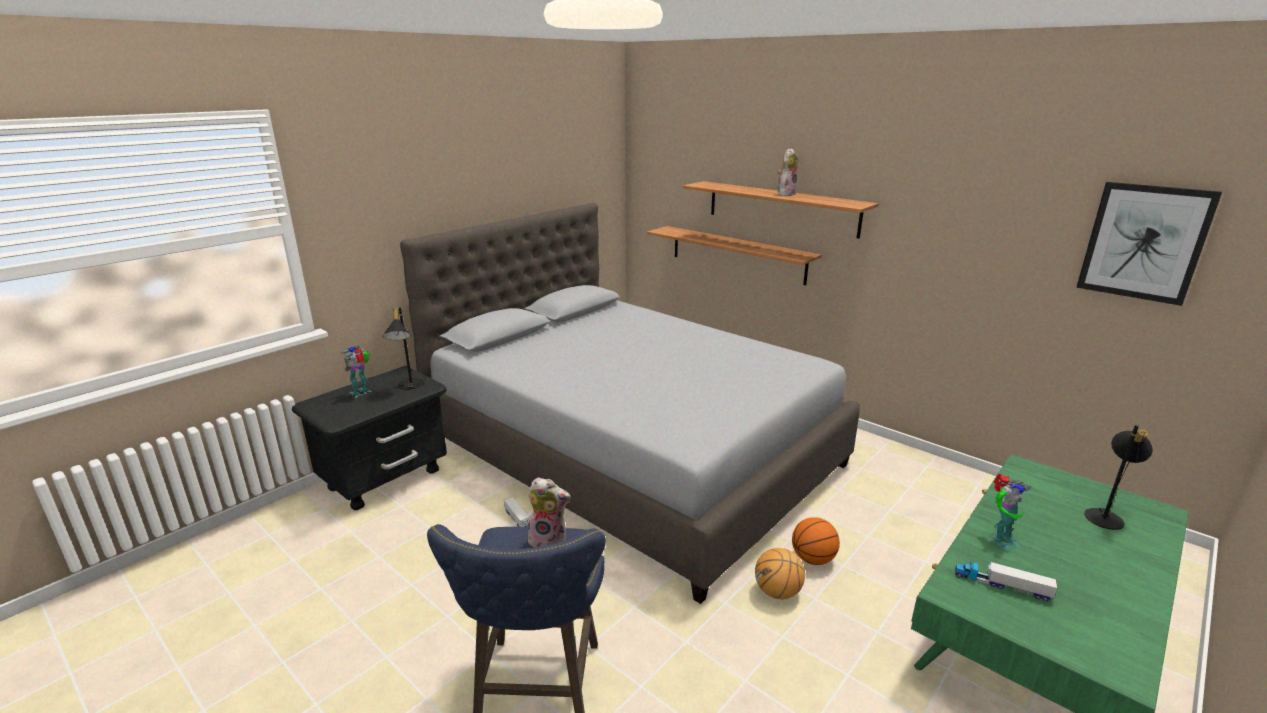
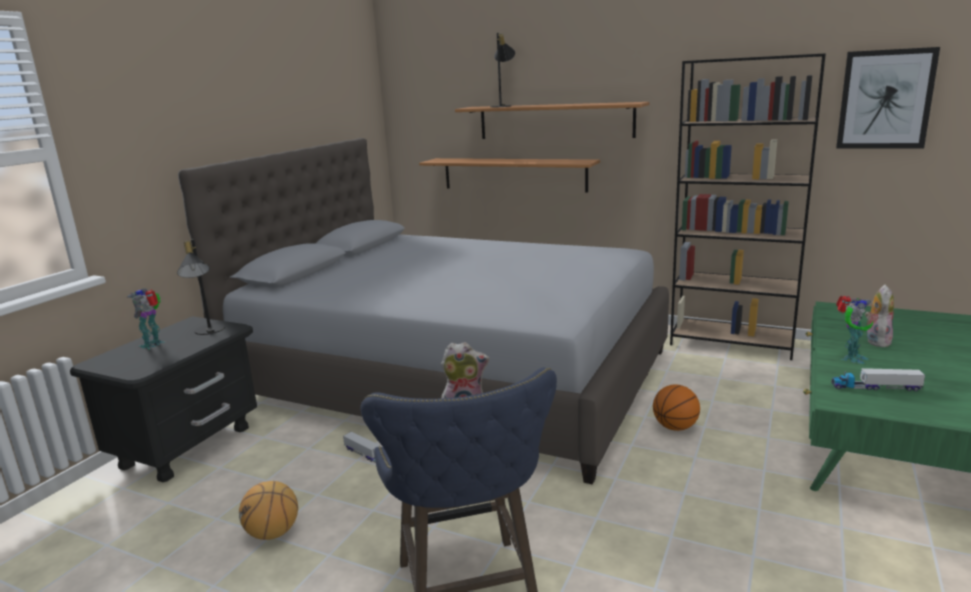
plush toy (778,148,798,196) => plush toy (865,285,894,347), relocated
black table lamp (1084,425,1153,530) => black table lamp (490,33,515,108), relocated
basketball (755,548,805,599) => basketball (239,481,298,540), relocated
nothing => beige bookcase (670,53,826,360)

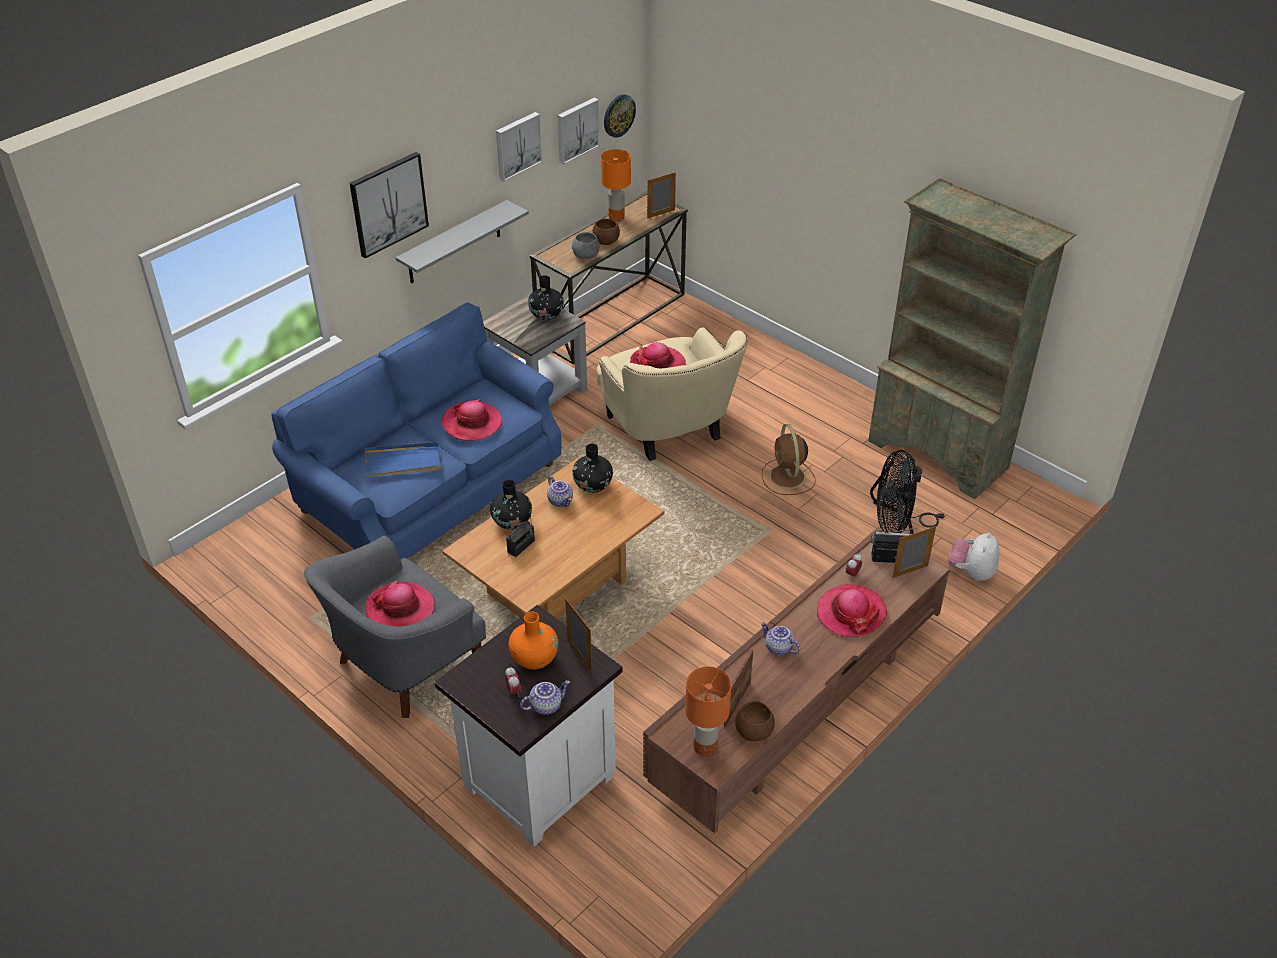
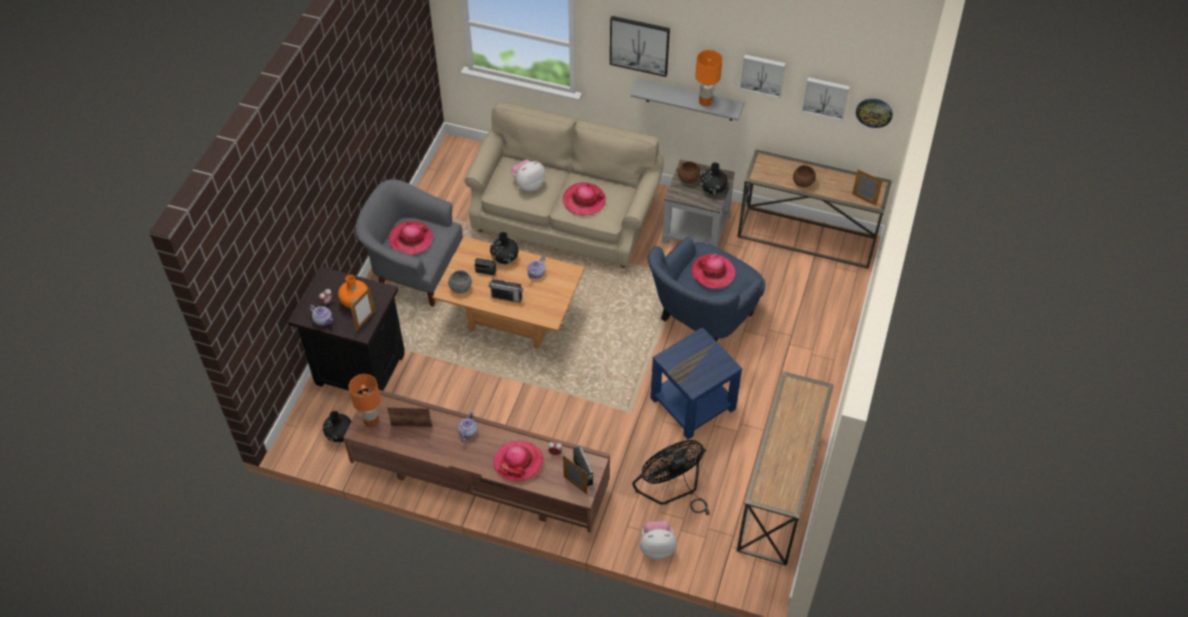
orange table lamp (601,149,631,221) => orange table lamp (695,50,723,107), relocated
green bookcase (868,178,1077,499) => console table (737,371,834,566)
grey bowl (572,232,600,259) => grey bowl (448,270,472,294), relocated
blue sofa (271,303,562,559) => beige sofa (464,102,664,268)
beige armchair (597,327,749,461) => blue armchair (648,237,765,342)
brown fan (762,424,816,495) => blue side table (650,327,742,440)
blue tray (364,442,442,477) => plush toy (511,159,545,191)
black vase (572,444,613,493) => black vase (323,411,352,442), relocated
white cabinet (434,605,623,847) => black cabinet (288,267,405,394)
brown bowl (735,701,775,742) => brown bowl (678,161,700,183), relocated
nothing => radio (488,277,523,303)

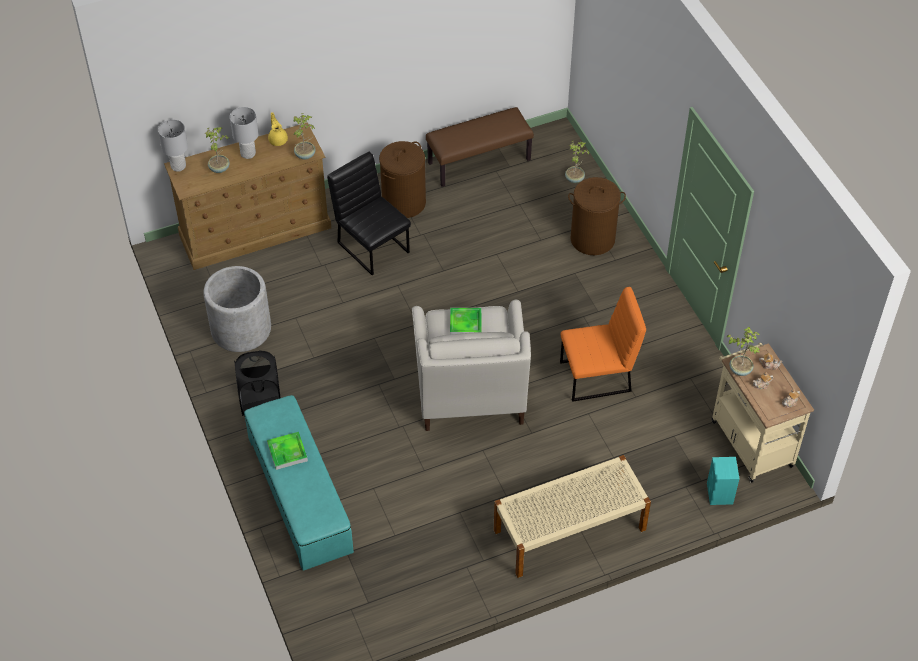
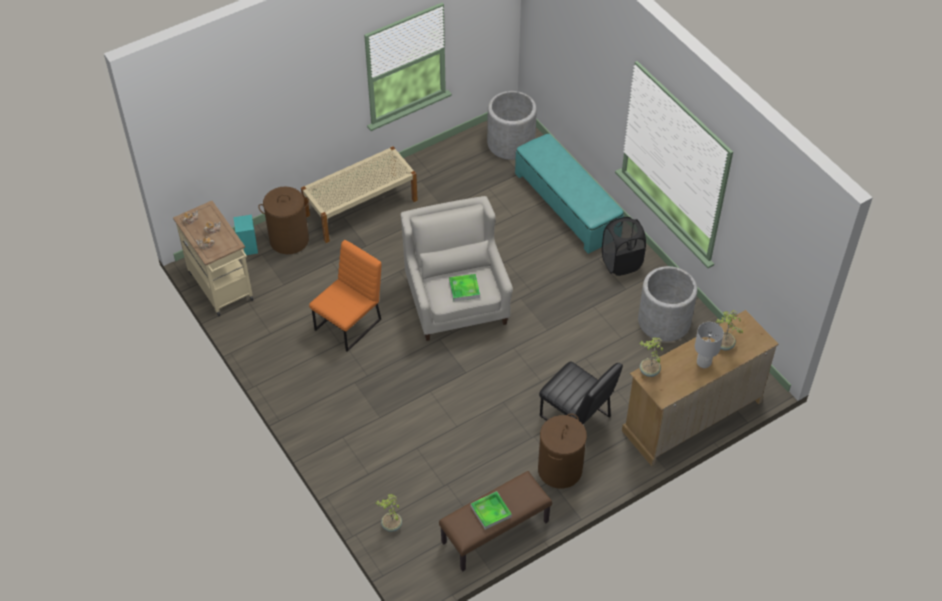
yellow teapot (268,112,288,146) => nothing
grey table lamp (158,119,188,172) => nothing
brown laundry basket (568,177,626,255) => brown laundry basket (258,187,309,254), relocated
orange chair (560,287,646,402) => orange chair (309,240,381,352), 150 degrees clockwise
potted plant (727,326,760,376) => nothing
tray (267,432,308,470) => tray (471,491,512,530), relocated
nothing => grey planter (487,91,537,160)

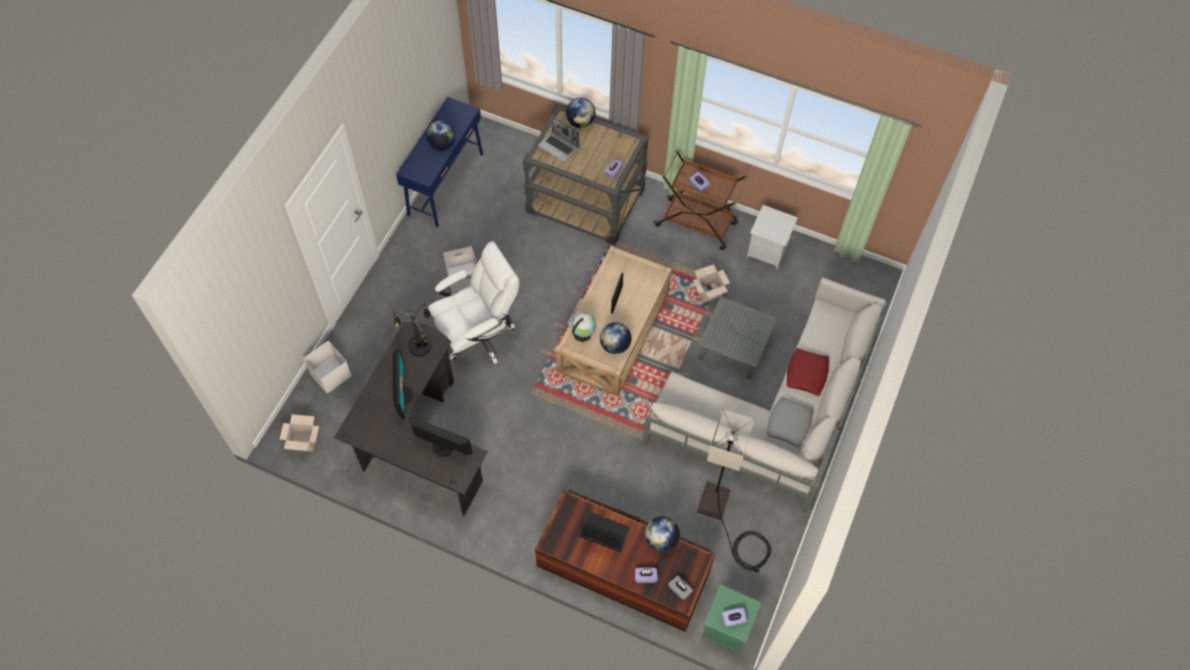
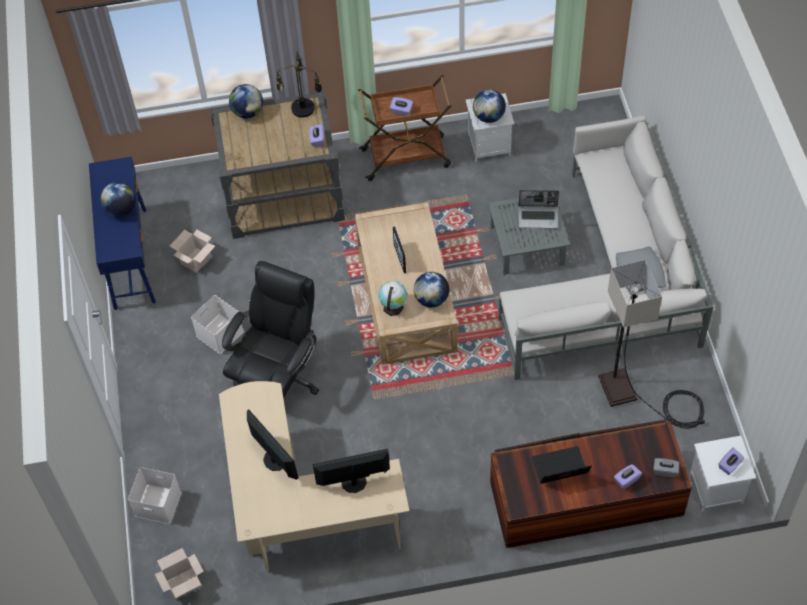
laptop (538,116,579,162) => laptop (518,190,559,228), relocated
white office chair (428,241,519,364) => black office chair (222,261,319,398)
cardboard box (693,264,730,303) => cardboard box (170,230,215,273), relocated
table lamp (393,303,431,356) => table lamp (276,52,322,117), relocated
black desk (334,322,488,516) => beige desk (219,381,409,573)
red pillow (787,348,829,396) => nothing
globe (645,516,680,552) => globe (473,90,506,123), relocated
green nightstand (702,584,761,654) => white nightstand (690,436,756,512)

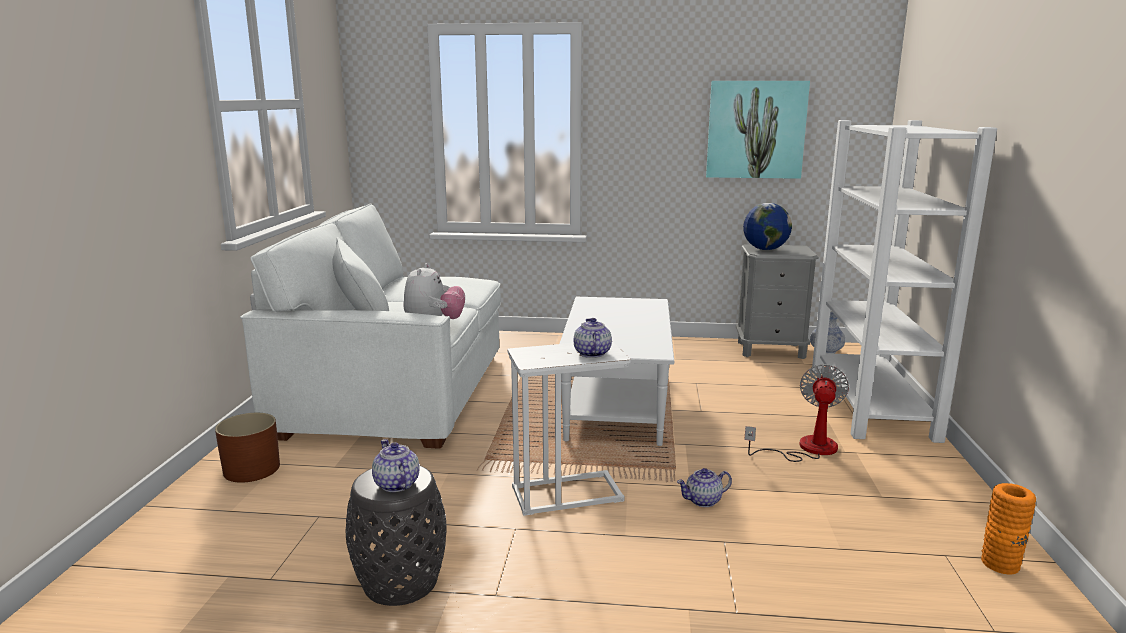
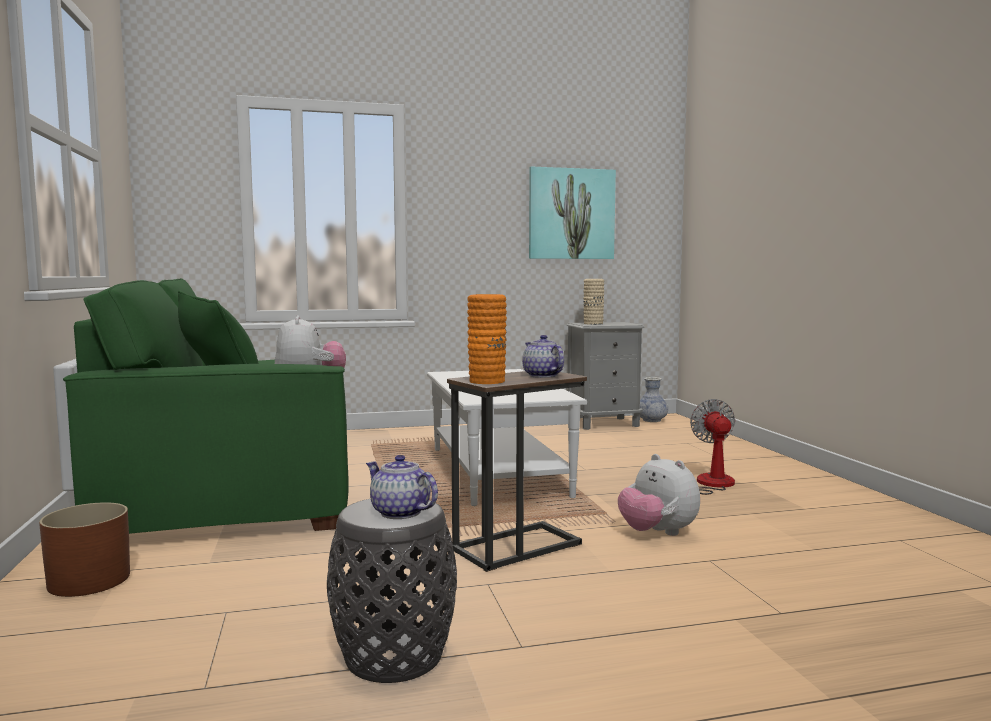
white bookcase (812,120,997,443) => nothing
globe (743,203,792,250) => beige vase (583,279,604,325)
white sofa (240,204,501,449) => green sofa (63,278,349,534)
white side table (507,341,631,516) => brown side table (447,371,587,572)
teapot (677,468,732,507) => plush toy (618,454,700,536)
orange vase (981,483,1036,575) => orange vase (467,294,507,384), relocated

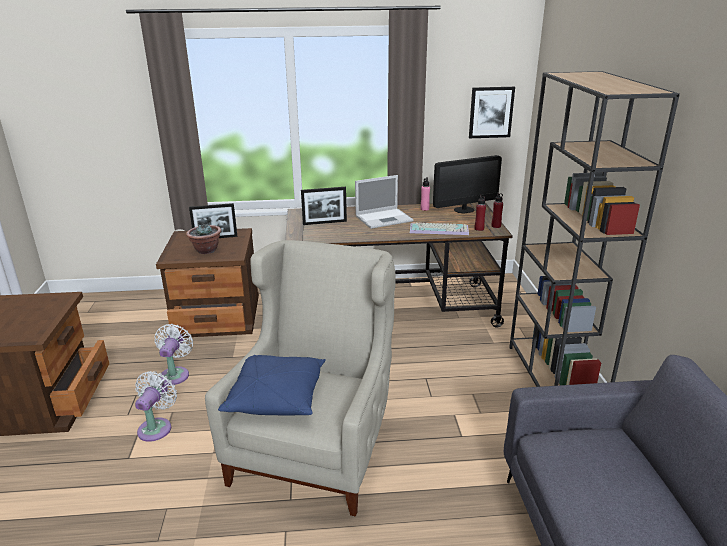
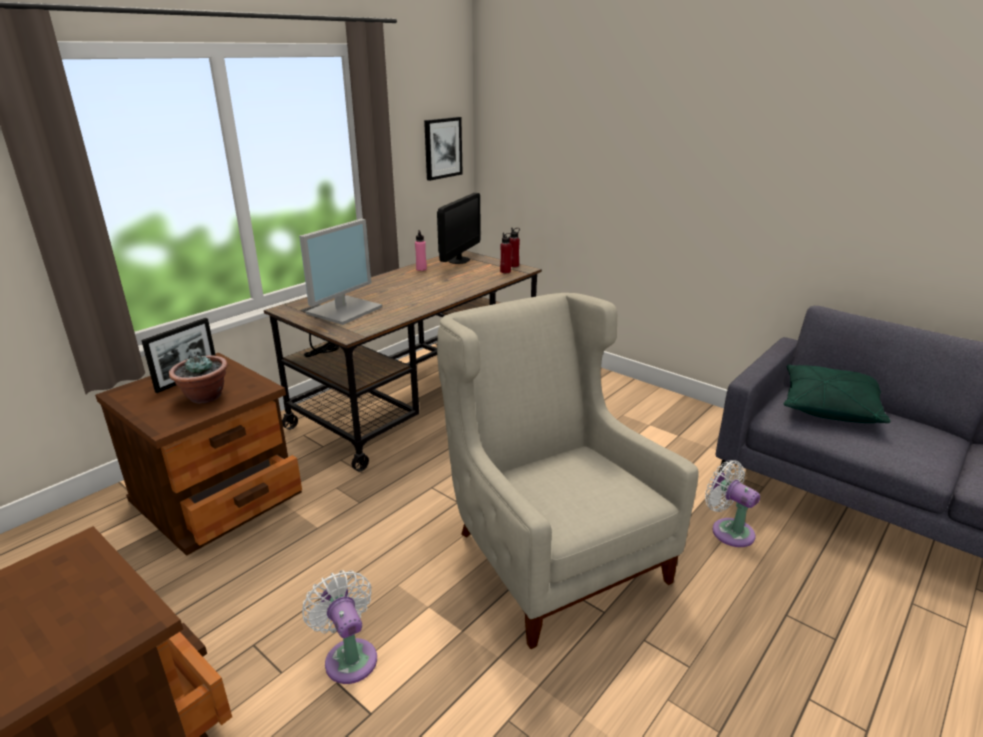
bookcase (509,71,680,387) => nothing
laptop (355,175,414,229) => nothing
picture frame (301,187,347,225) => monitor (299,219,382,325)
keyboard (410,223,469,235) => nothing
white fan (154,324,193,385) => white fan (705,460,760,547), relocated
blue pillow (218,355,326,416) => nothing
nothing => green pillow (784,365,891,423)

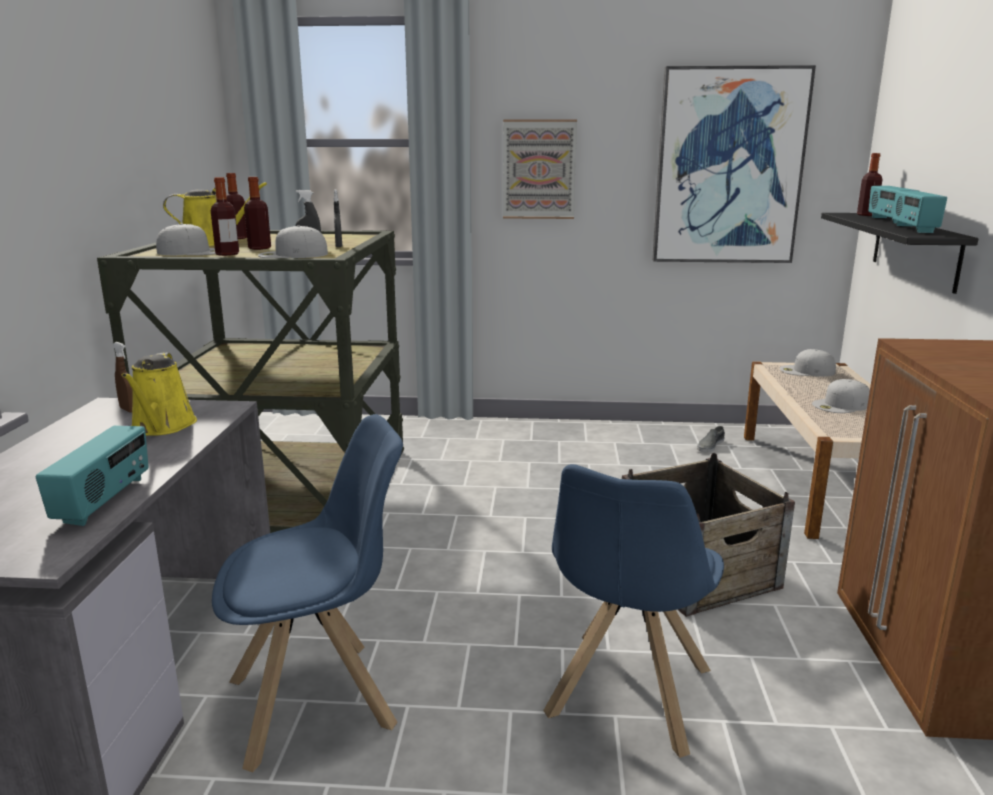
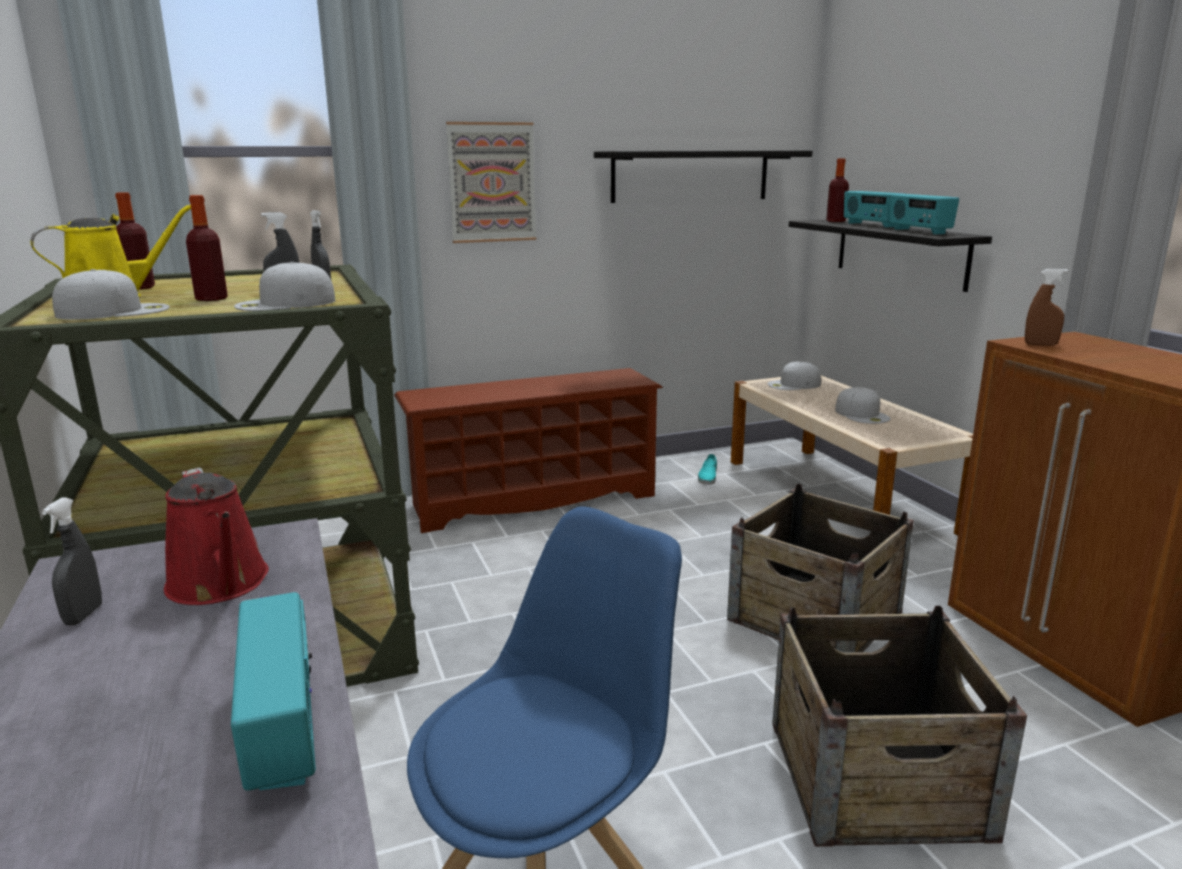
picture (652,65,816,263) => black shelf (594,151,812,203)
bottle (211,177,239,256) => nothing
brown spray bottle (113,342,132,413) => brown spray bottle (1025,269,1068,346), relocated
yellow watering can (122,352,197,436) => red watering can (164,467,269,605)
white cap (812,379,870,413) => white cap (835,387,891,424), 60 degrees counterclockwise
grey shoe (697,426,725,452) => turquoise shoe (698,454,717,485)
blue chair (543,464,724,758) => crate (772,606,1027,847)
nothing => brown shoe rack (394,368,663,533)
nothing => grey spray bottle (41,497,102,625)

